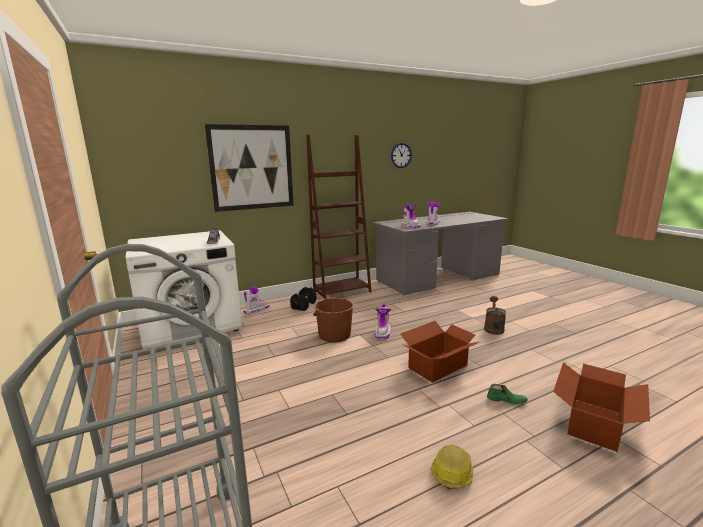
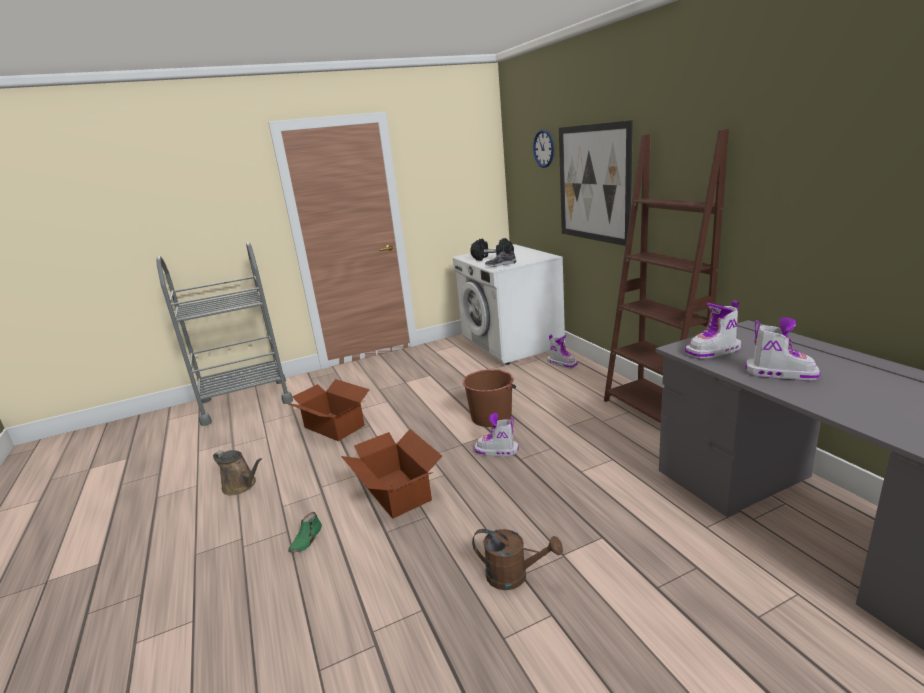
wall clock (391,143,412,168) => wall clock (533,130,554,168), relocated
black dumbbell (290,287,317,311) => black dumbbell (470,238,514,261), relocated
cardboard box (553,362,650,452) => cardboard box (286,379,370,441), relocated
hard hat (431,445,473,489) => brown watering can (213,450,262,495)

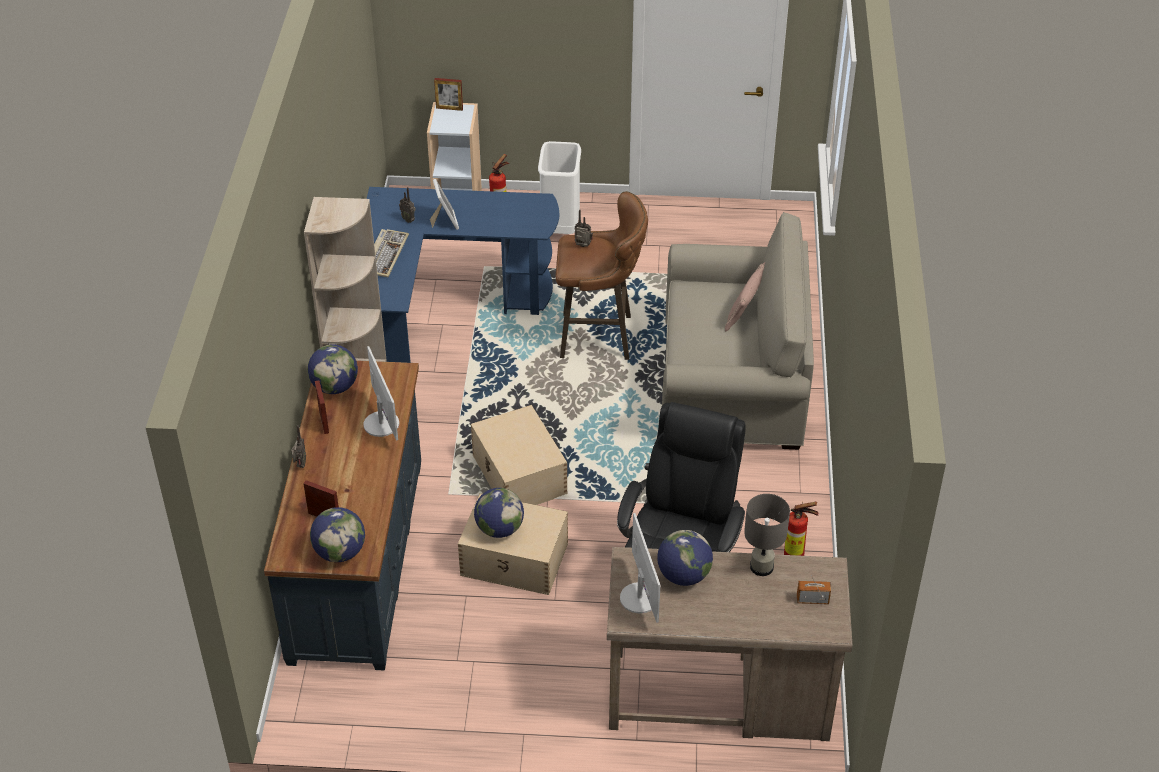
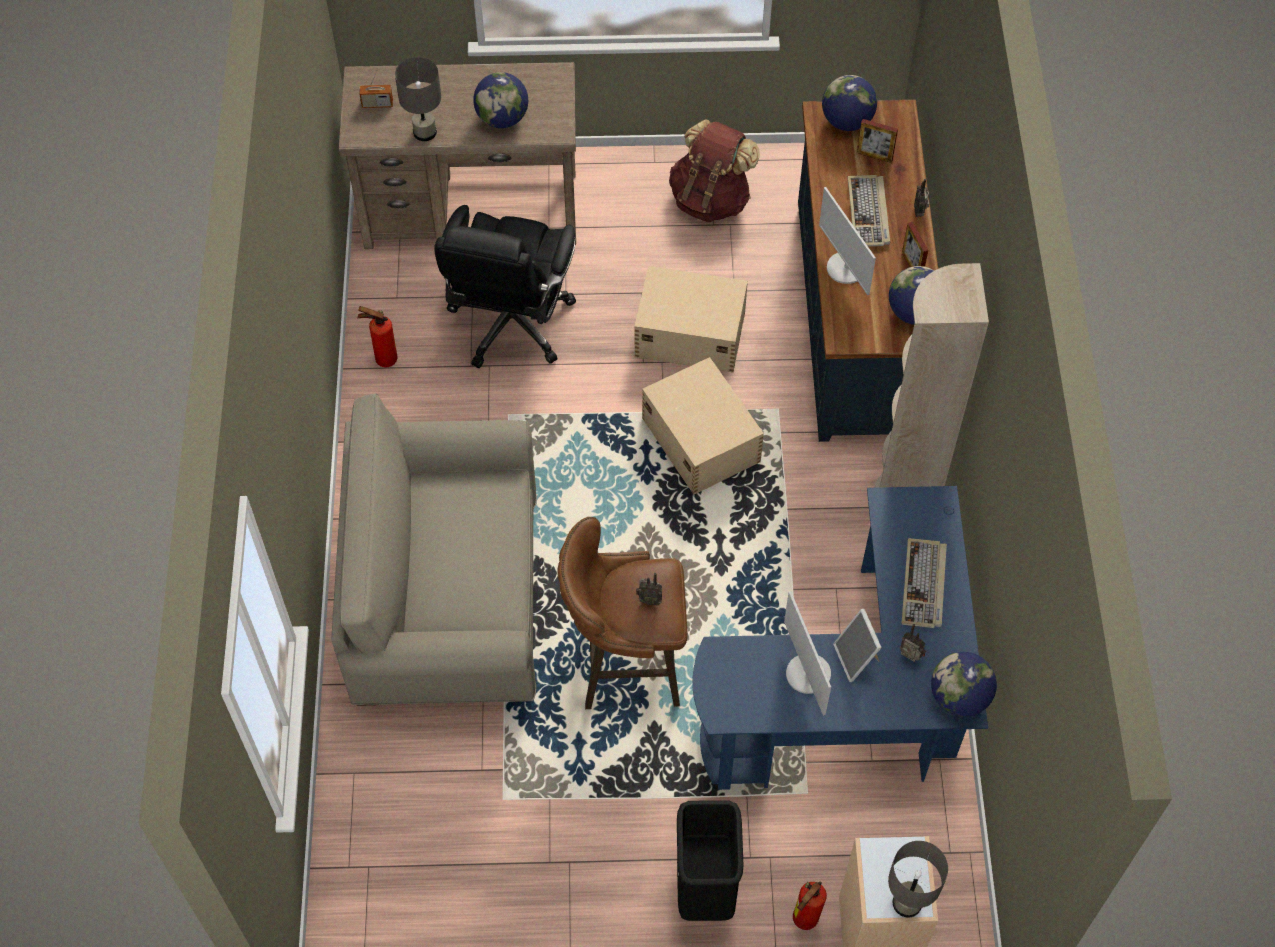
picture frame (434,78,463,111) => grey table lamp (888,841,948,917)
white trash can (538,141,581,234) => black trash can (677,800,743,921)
beige pillow (724,262,765,332) => nothing
globe (474,488,524,538) => globe (931,652,997,717), relocated
monitor (620,513,661,623) => monitor (784,591,831,716), relocated
nothing => brown backpack (669,119,760,222)
nothing => keyboard (847,175,890,247)

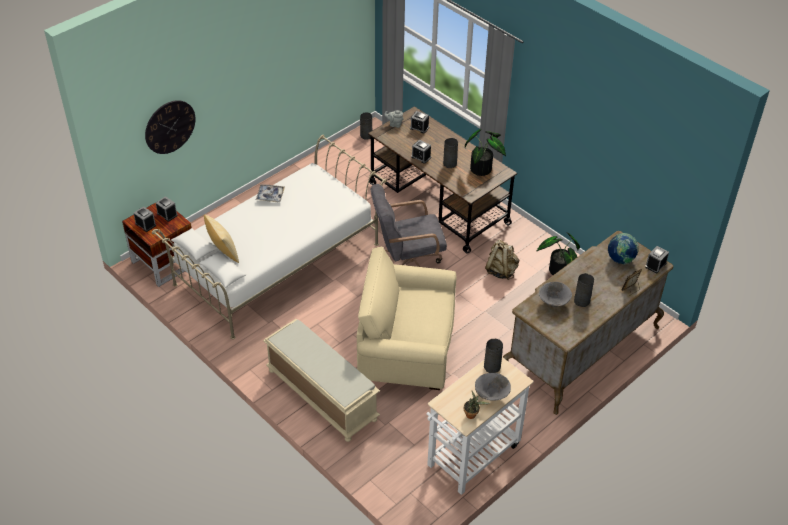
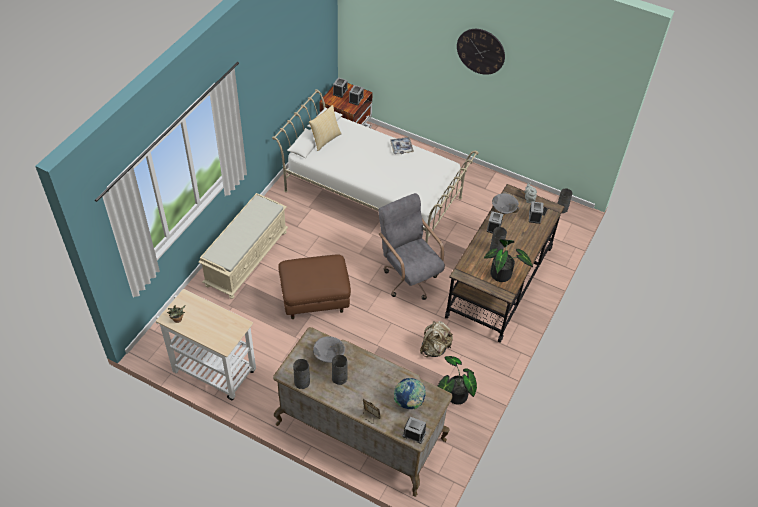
wall clock (145,100,196,154) => wall clock (457,29,505,75), relocated
beige armchair (357,247,457,390) => brown ottoman (278,254,351,319)
grey vase (484,339,503,373) => grey vase (293,359,310,389), relocated
grey bowl (475,373,511,401) => grey bowl (492,193,519,214), relocated

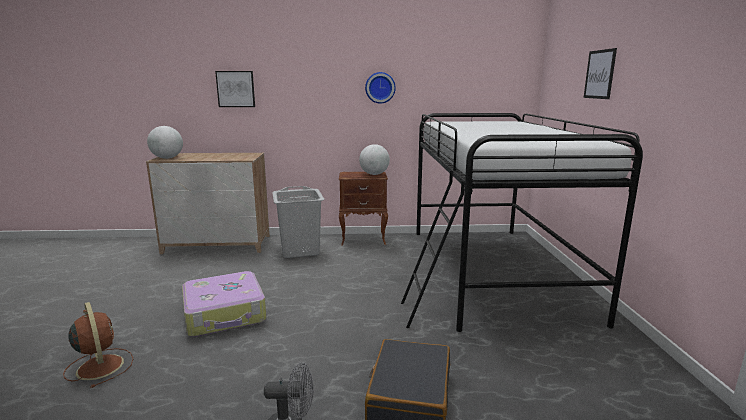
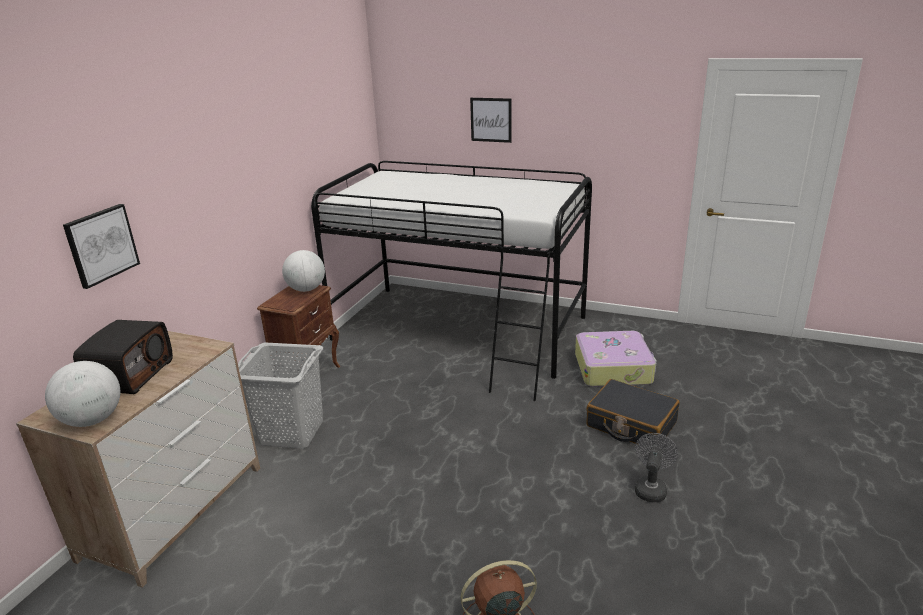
wall clock (365,72,396,104) => nothing
suitcase (182,271,266,337) => suitcase (575,331,657,387), relocated
nothing => radio (73,320,173,394)

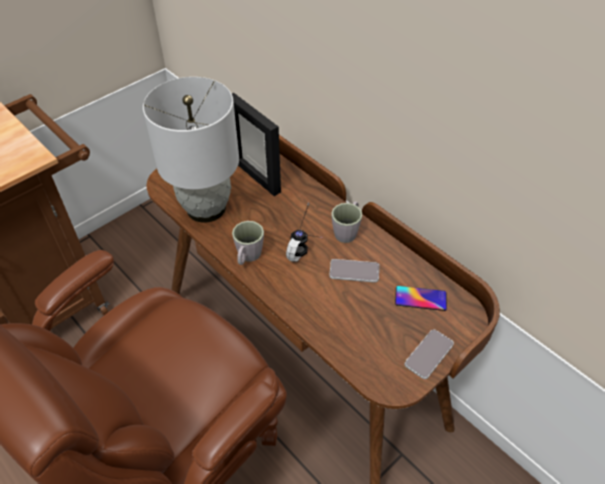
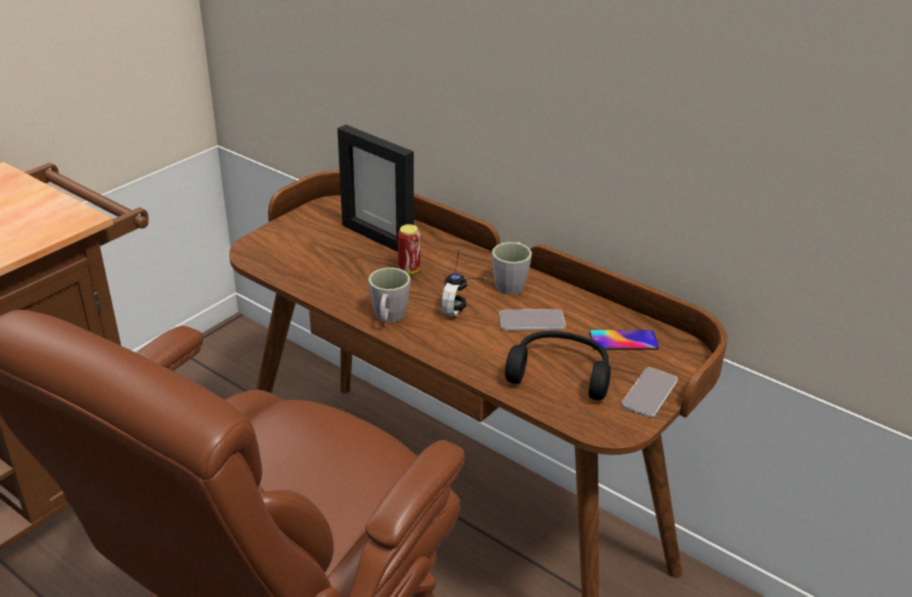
white table lamp (143,77,239,223) => nothing
nothing => can (398,224,420,274)
nothing => black headphones (505,331,611,400)

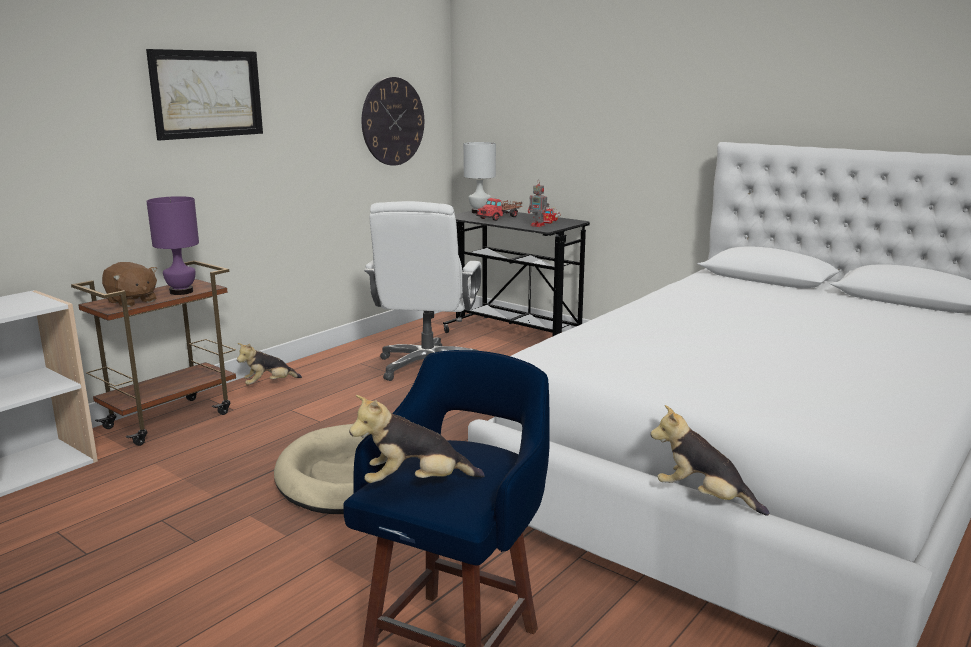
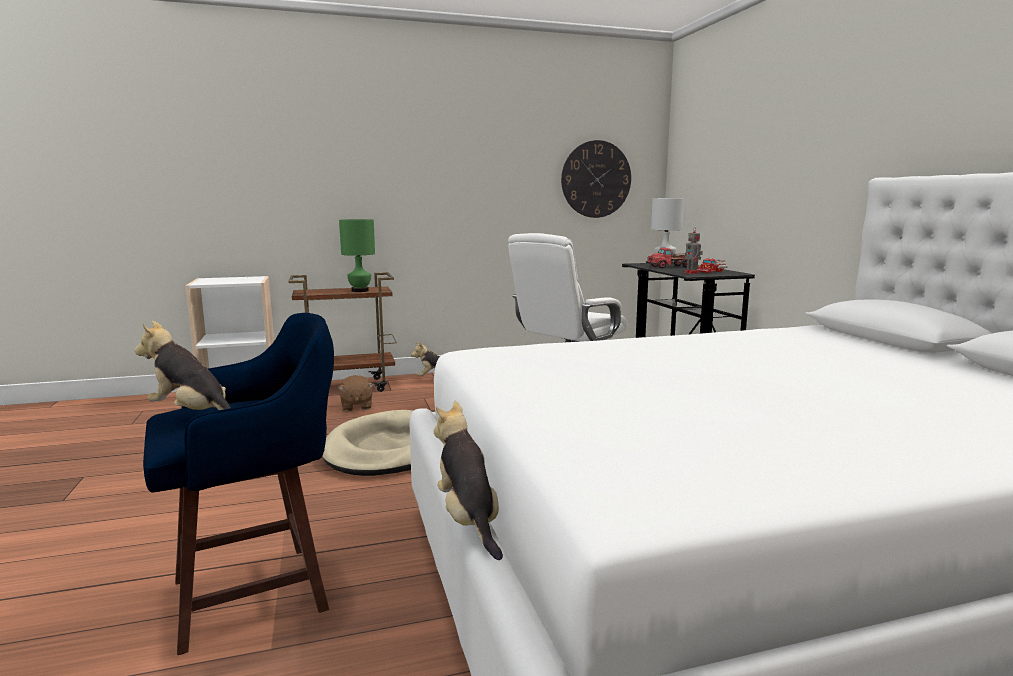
picture (146,49,263,140) => nothing
purple table lamp (146,196,199,295) => green table lamp (339,219,375,292)
brown plush toy (102,262,157,307) => brown plush toy (338,375,374,411), relocated

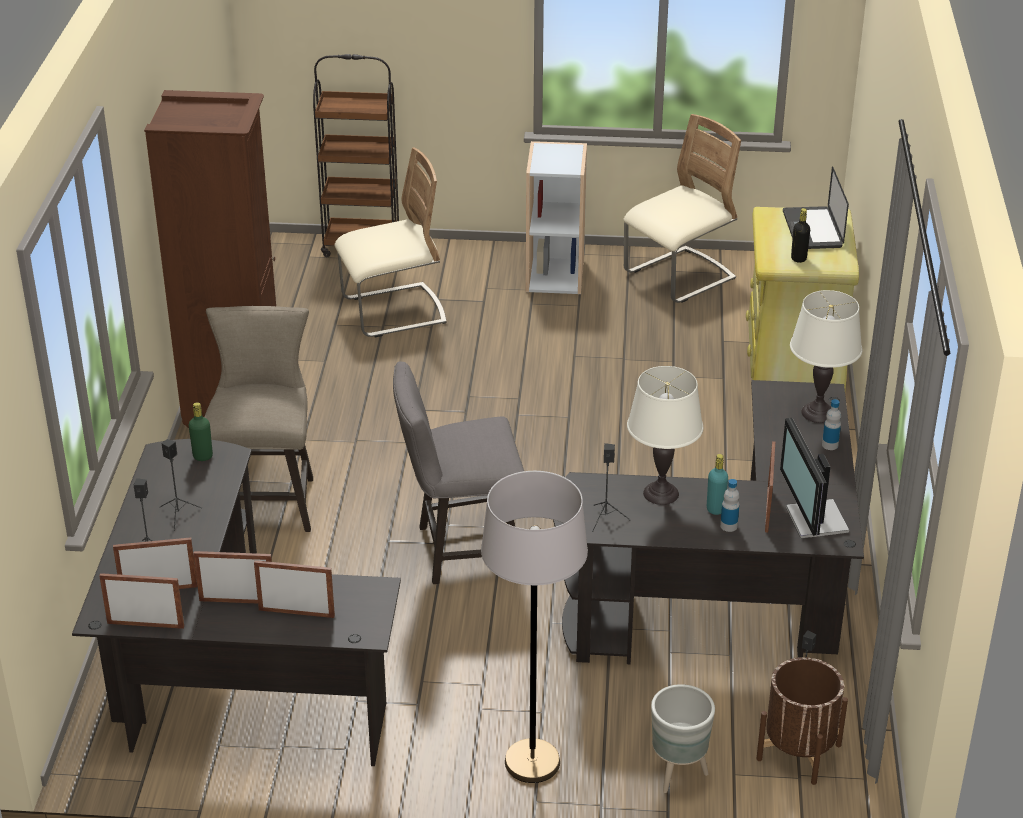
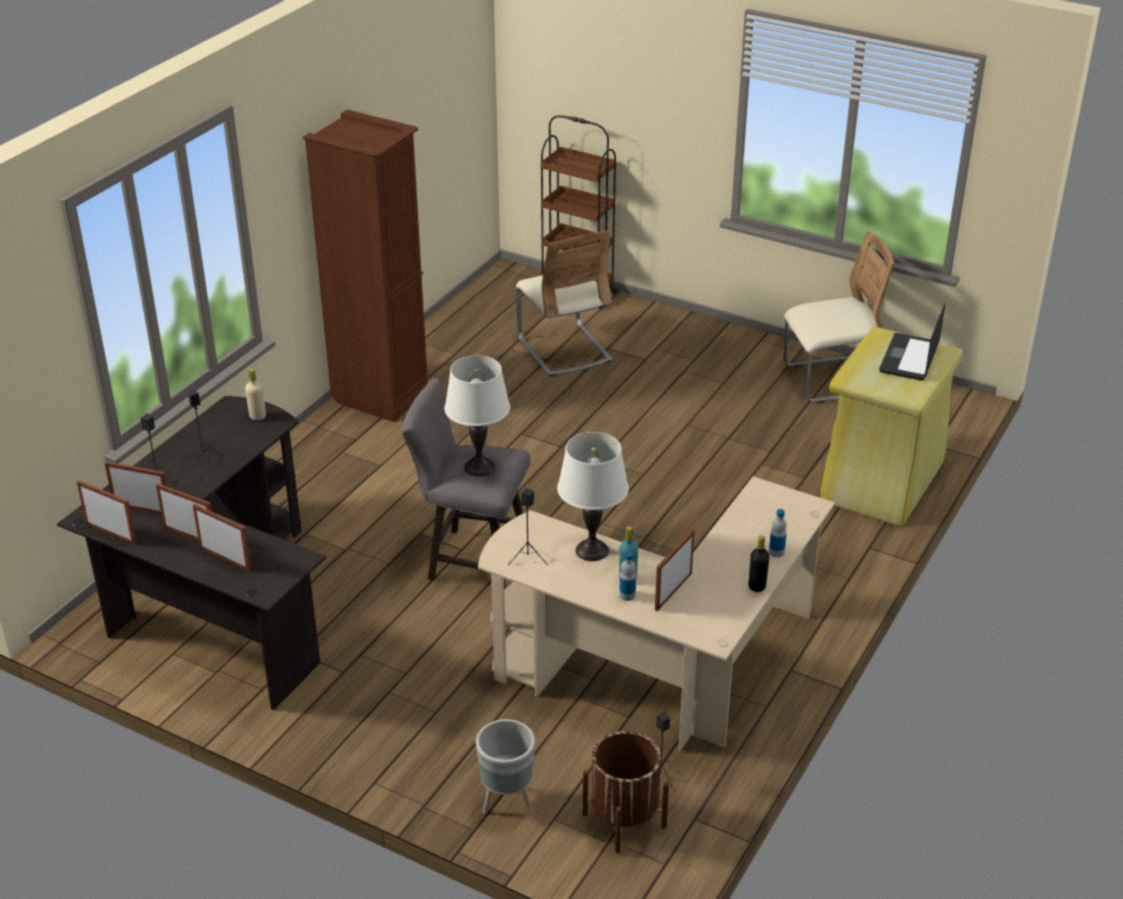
bookcase (526,141,587,294) => nothing
beige chair (335,147,447,337) => beige chair (516,230,612,376), 60 degrees clockwise
black bottle (791,208,810,263) => black bottle (749,535,770,592), relocated
white table lamp (790,290,862,423) => white table lamp (444,355,510,477), relocated
beige stool (204,306,313,532) => nothing
black desk (553,380,864,664) => beige desk (478,476,835,751)
green bottle (189,402,213,461) => beige bottle (245,369,266,420)
monitor (780,418,849,538) => nothing
grey floor lamp (481,471,588,783) => nothing

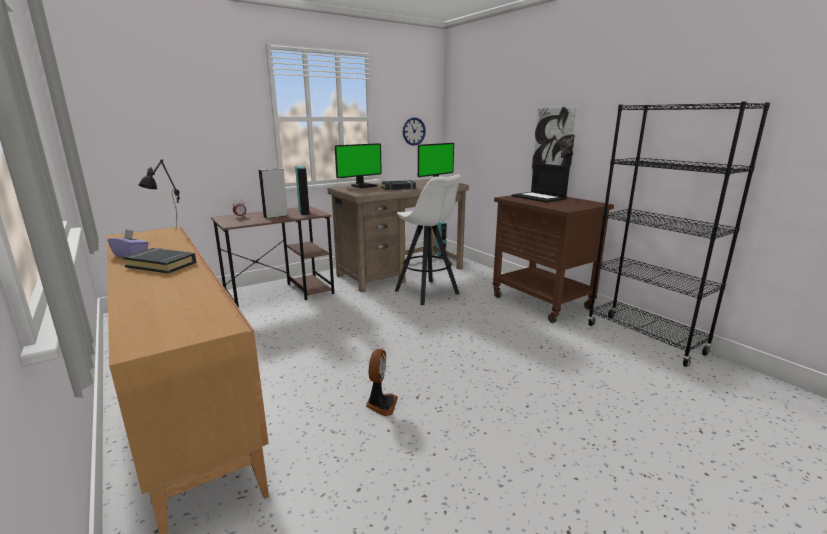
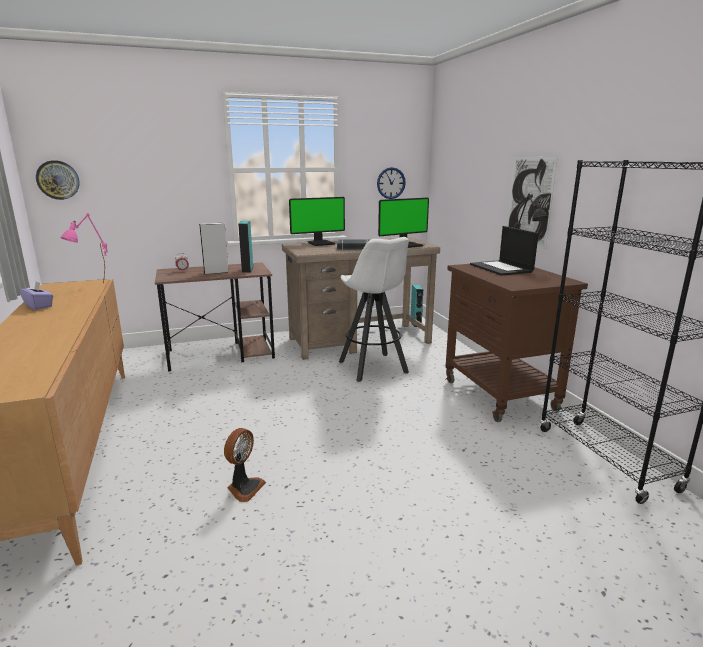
black table lamp (139,159,180,228) => pink table lamp (60,213,108,283)
black book (123,248,196,273) => nothing
nothing => wall clock (36,160,80,200)

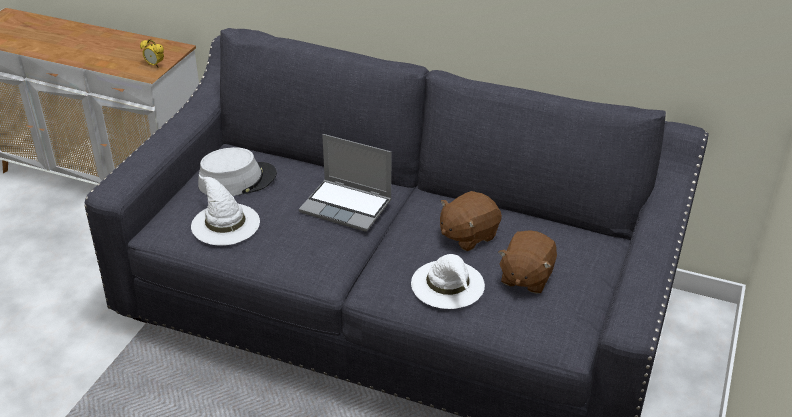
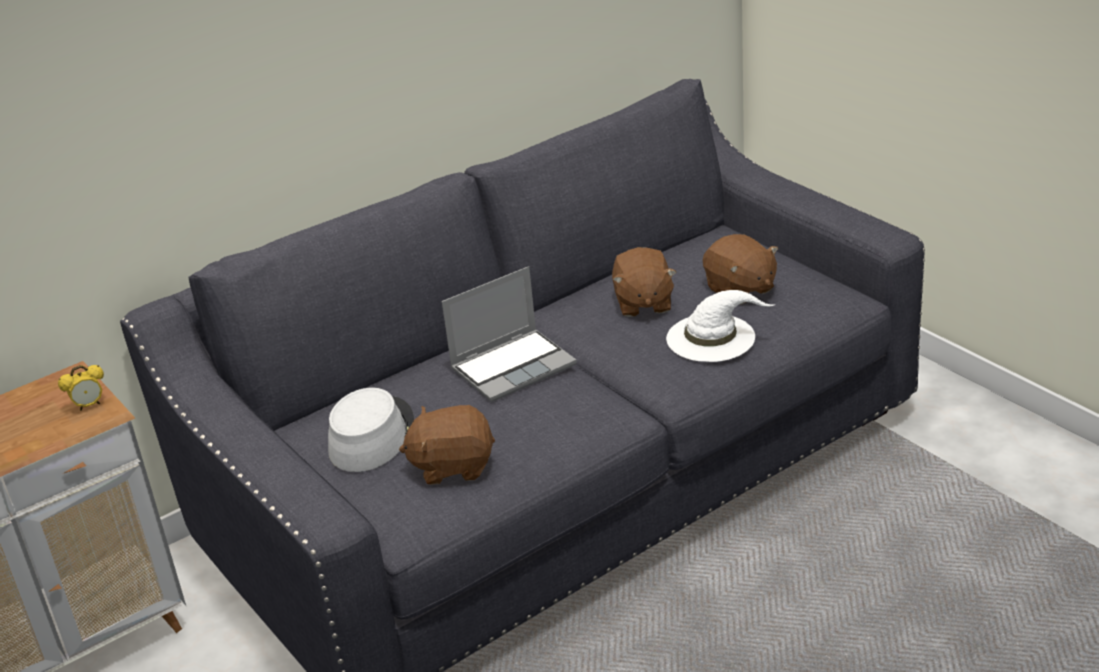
white hat (191,175,260,246) => brown plush toy (399,405,495,485)

